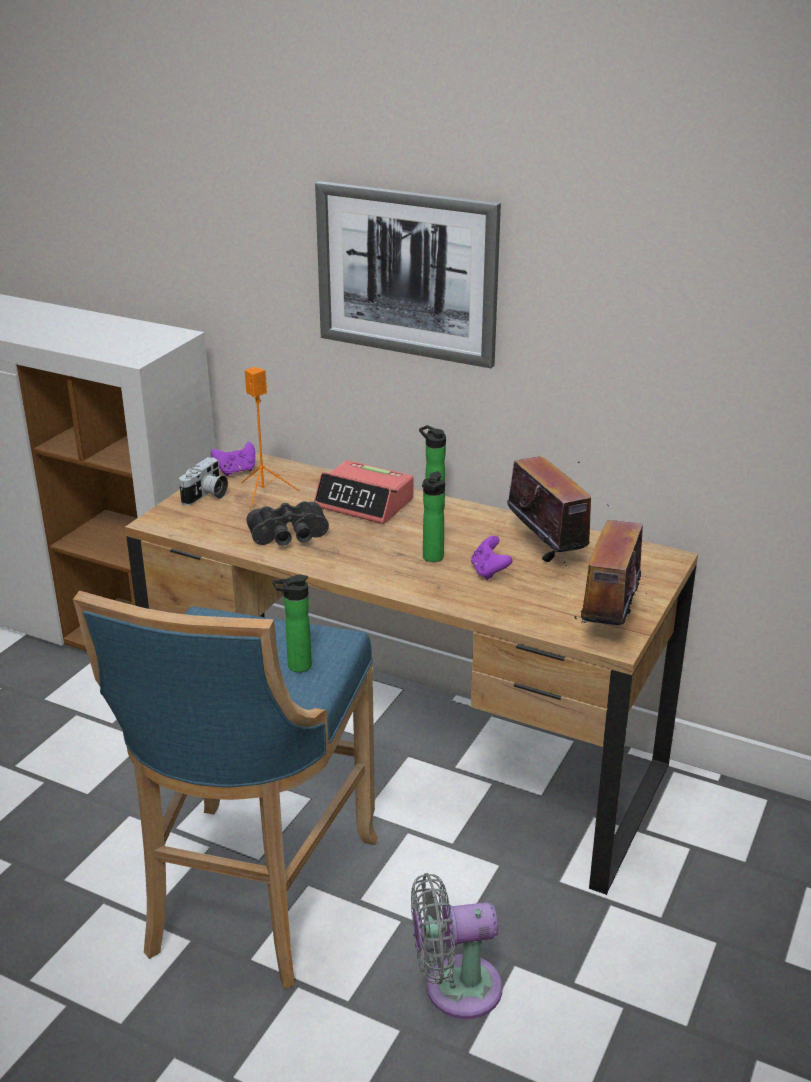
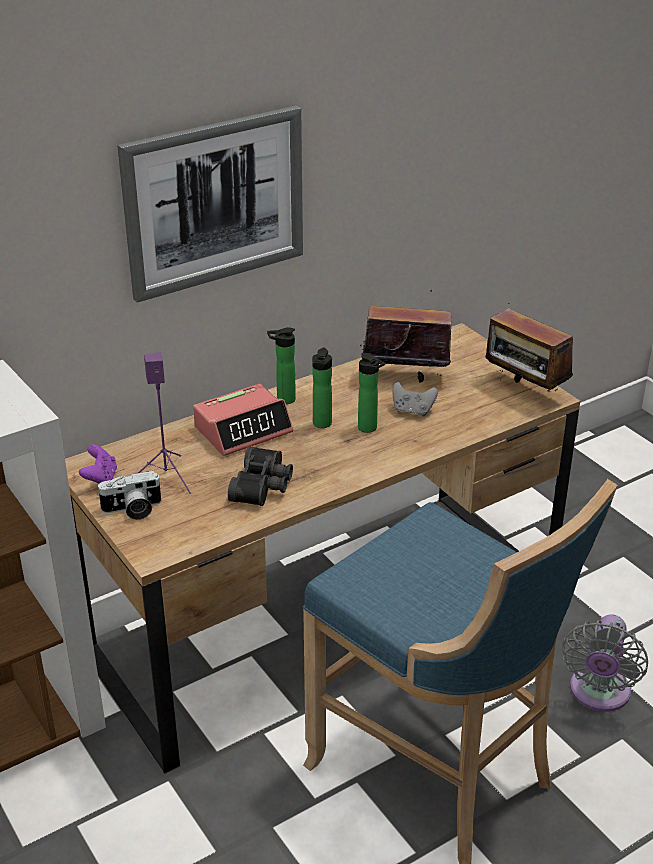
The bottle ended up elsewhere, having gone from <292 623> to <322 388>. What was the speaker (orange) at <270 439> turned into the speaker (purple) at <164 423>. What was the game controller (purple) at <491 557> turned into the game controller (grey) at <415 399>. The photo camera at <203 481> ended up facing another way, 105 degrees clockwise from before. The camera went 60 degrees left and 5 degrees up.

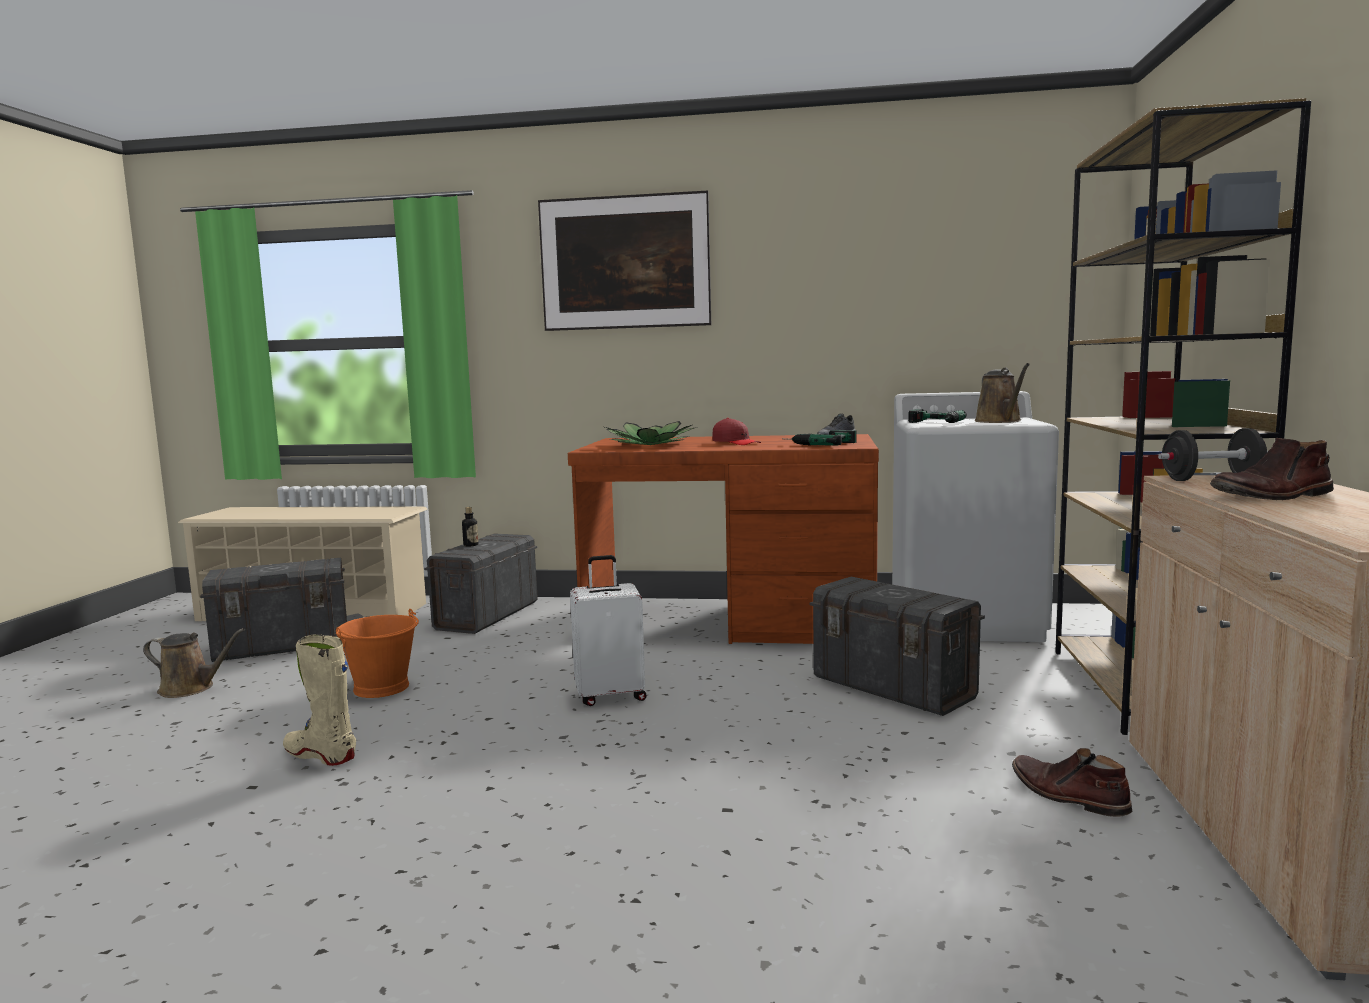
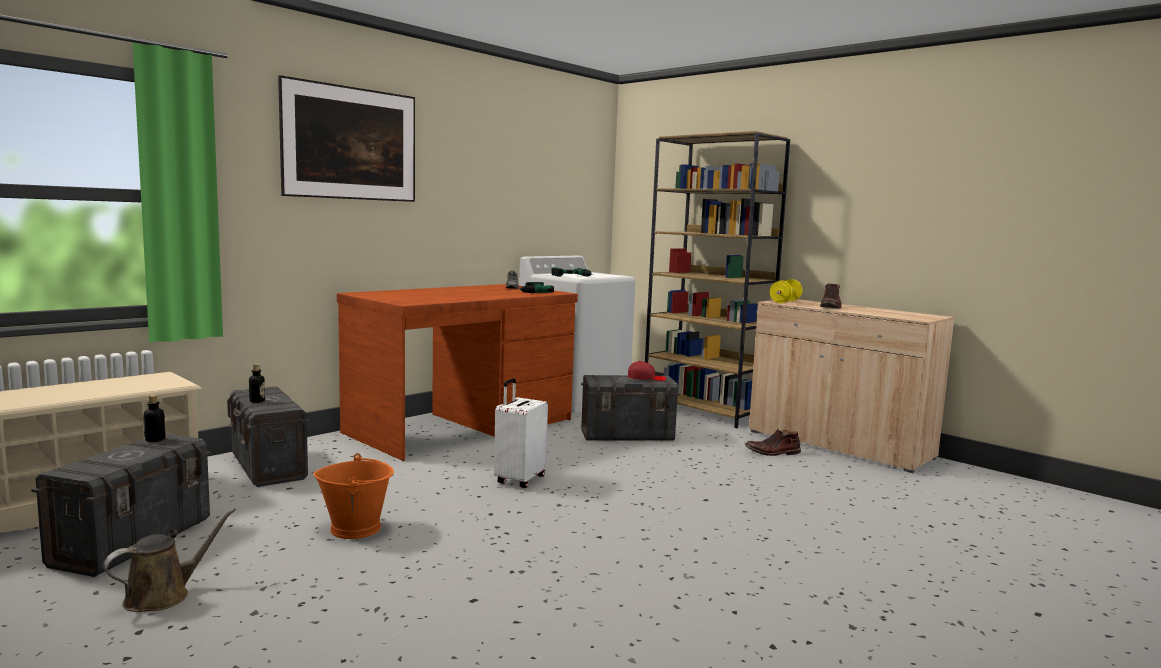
The second view lost the boot (beige) at <319 700>. The second view lost the potted plant at <650 433>. The second view lost the watering can (brown) at <1002 393>. The second view gained the bottle at <154 418>. The cap (red) ended up elsewhere, having gone from <736 431> to <647 371>. What was the dumbbell (black) at <1213 454> turned into the dumbbell (yellow) at <786 291>. The camera went 55 degrees left and 0 degrees up.

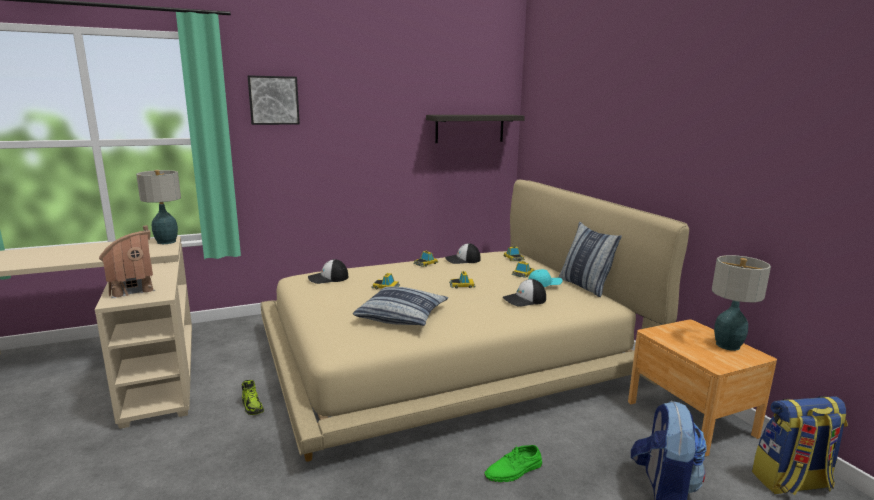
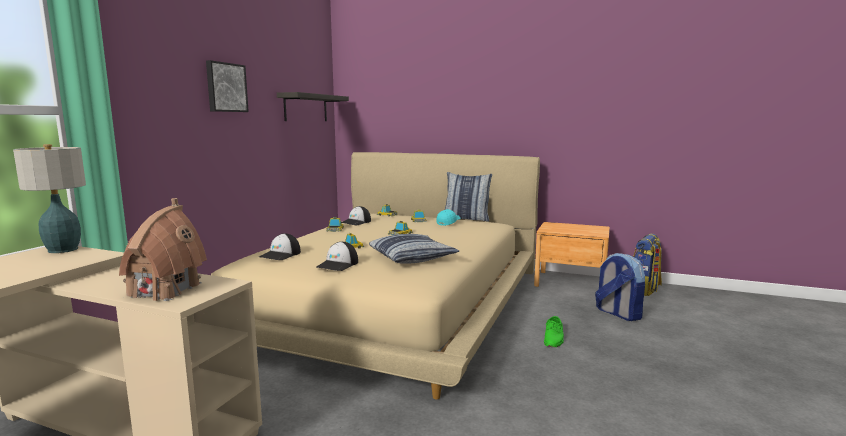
The second view lost the shoe at <253 397>. The second view lost the table lamp at <741 303>. The picture ended up elsewhere, having gone from <274 100> to <227 86>. The cap ended up elsewhere, having gone from <524 293> to <337 256>. The camera went 45 degrees left and 5 degrees down.

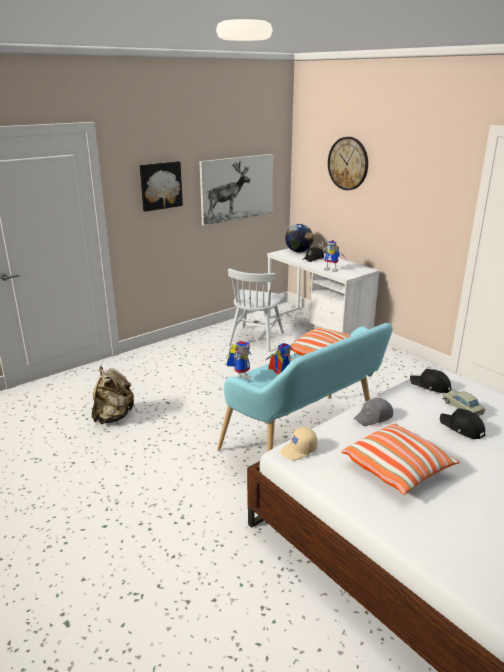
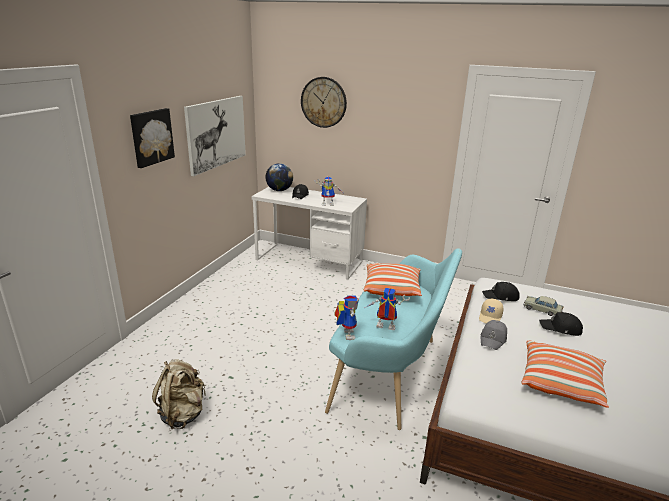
The second view lost the chair (white) at <256 310>. The cap (beige) ended up elsewhere, having gone from <299 443> to <491 311>. The camera went 30 degrees left and 0 degrees up.

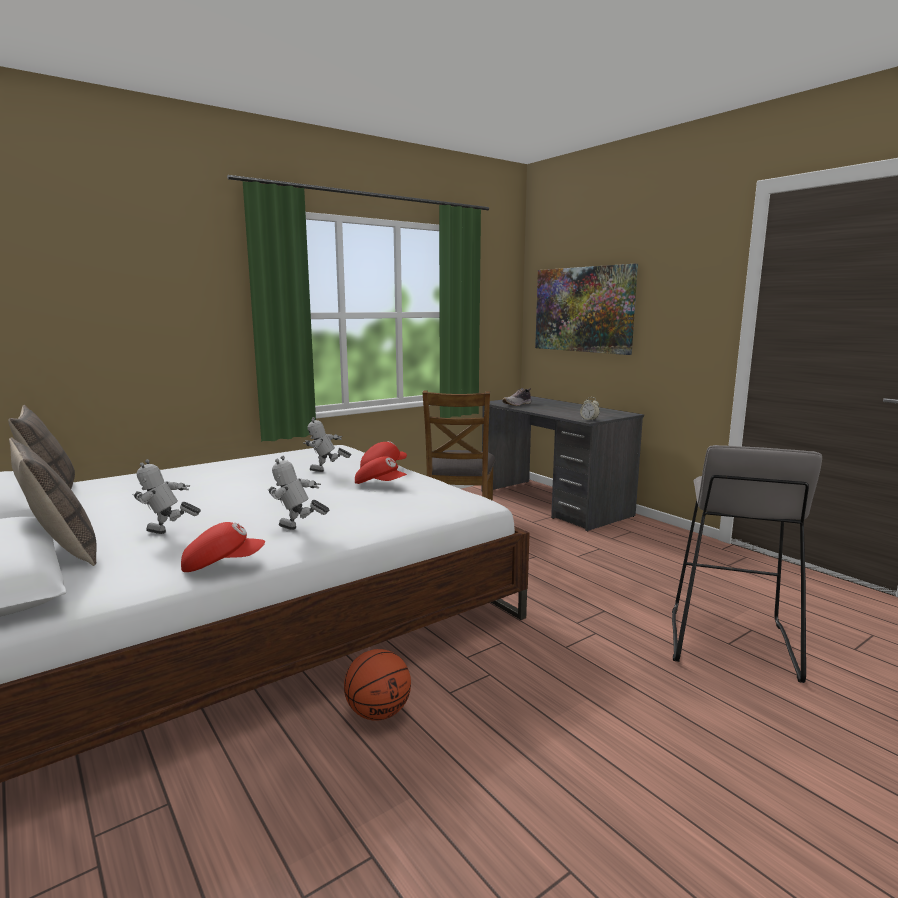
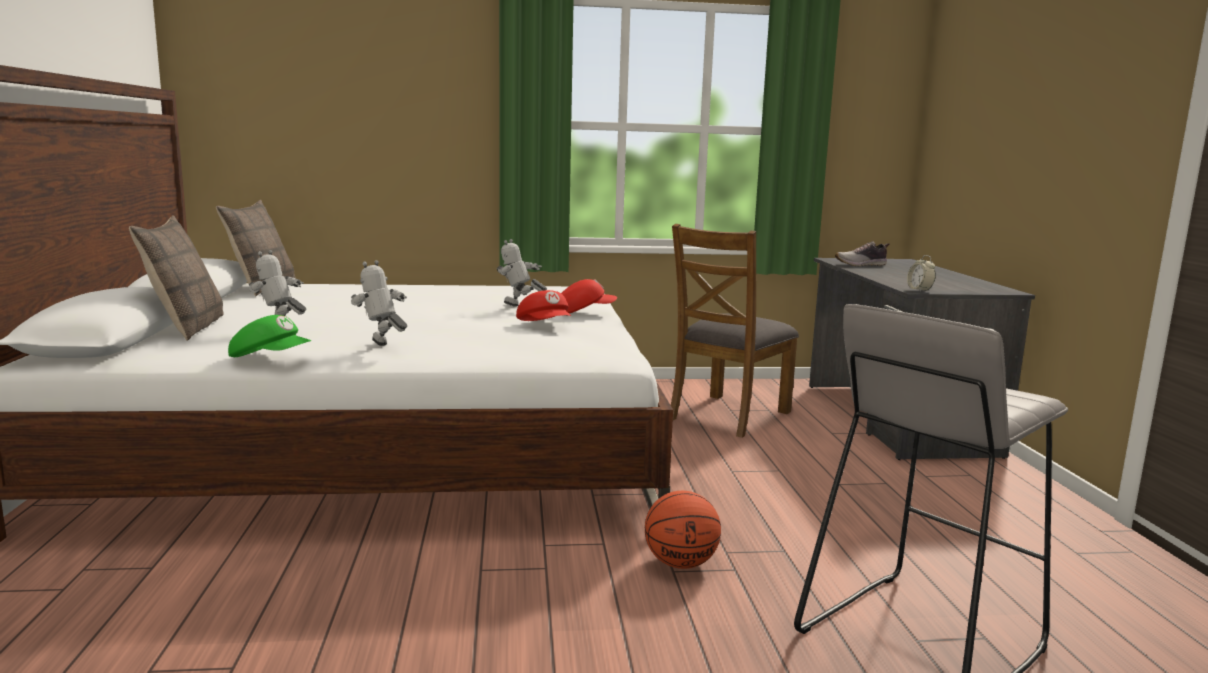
The second view lost the picture at <586 309>. The basketball ended up elsewhere, having gone from <377 685> to <683 530>. What was the cap (red) at <223 547> turned into the cap (green) at <269 336>. The camera went 30 degrees right and 0 degrees up.

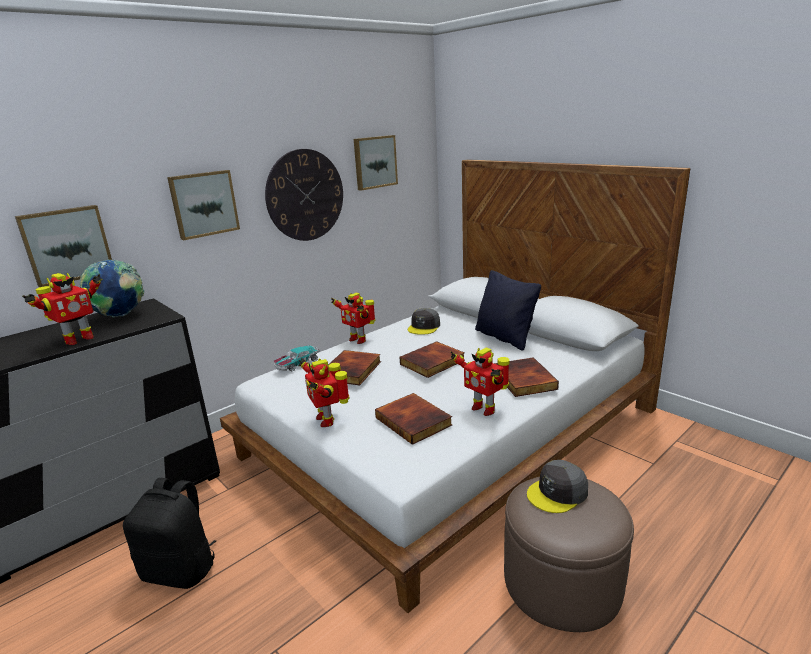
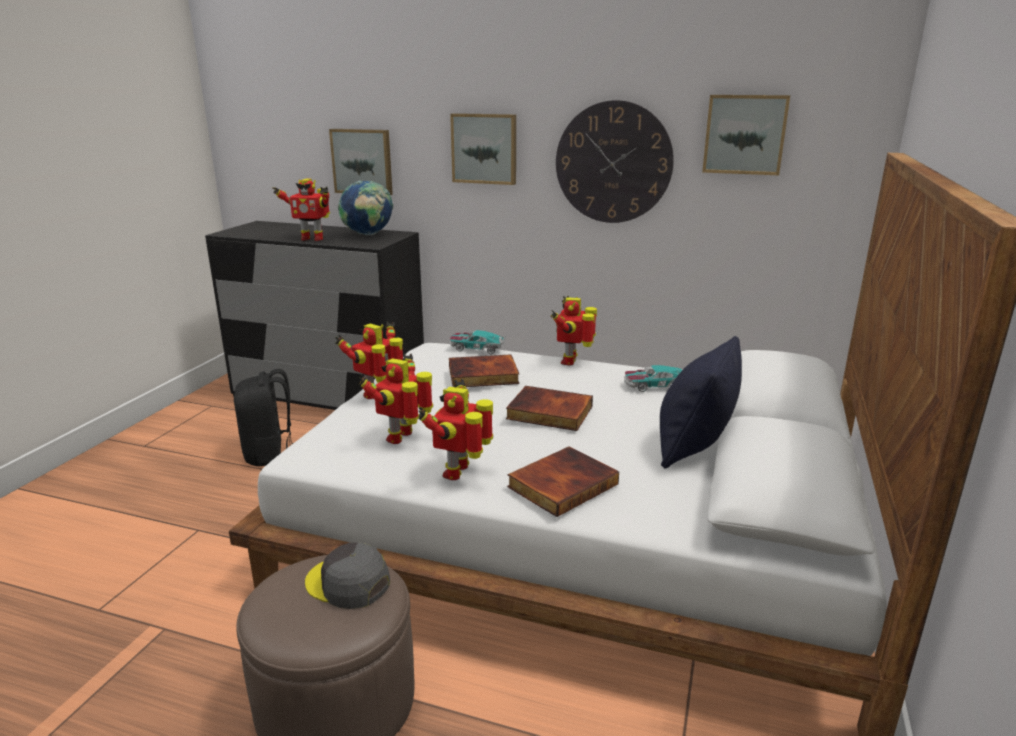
Where the book stood at <413 419>, the toy robot came to stand at <395 399>. Where the cap (grey) stood at <424 321>, the toy car came to stand at <653 378>. The camera went 60 degrees right and 0 degrees up.

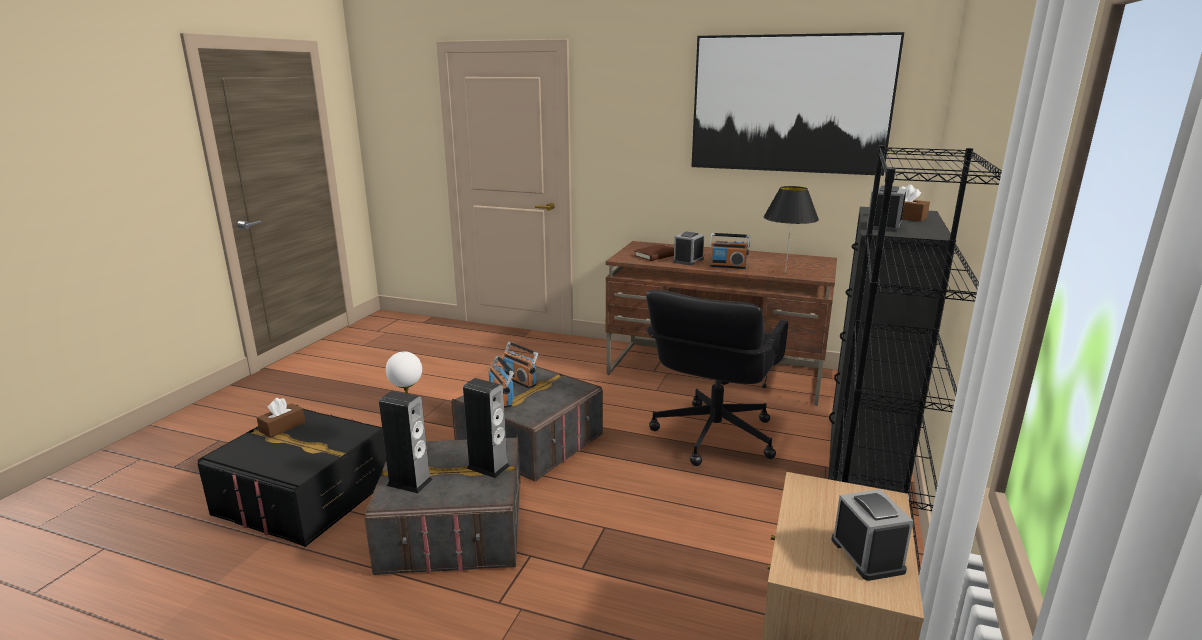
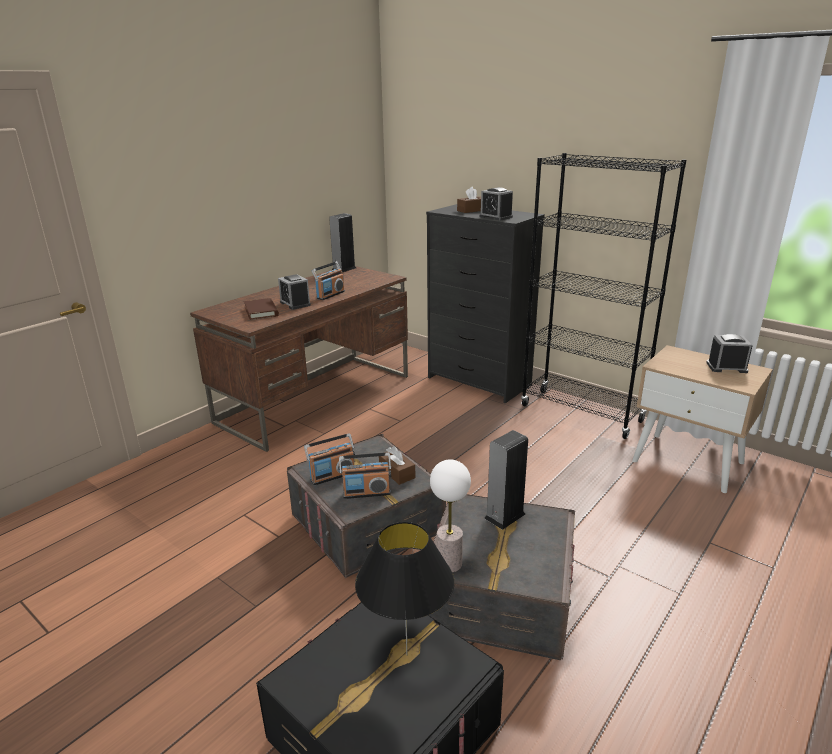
The second view lost the office chair (black) at <717 378>. The second view lost the picture at <797 104>. The tissue box (brown) ended up elsewhere, having gone from <281 418> to <397 465>. The speaker ended up elsewhere, having gone from <406 442> to <342 242>. The table lamp (black) ended up elsewhere, having gone from <791 229> to <404 589>. The camera went 70 degrees left and 5 degrees up.

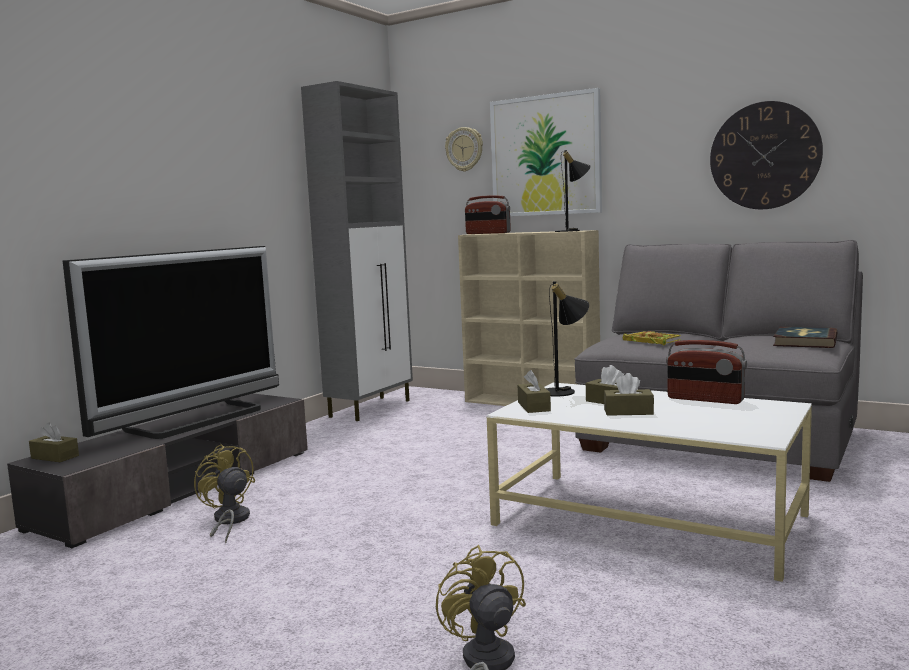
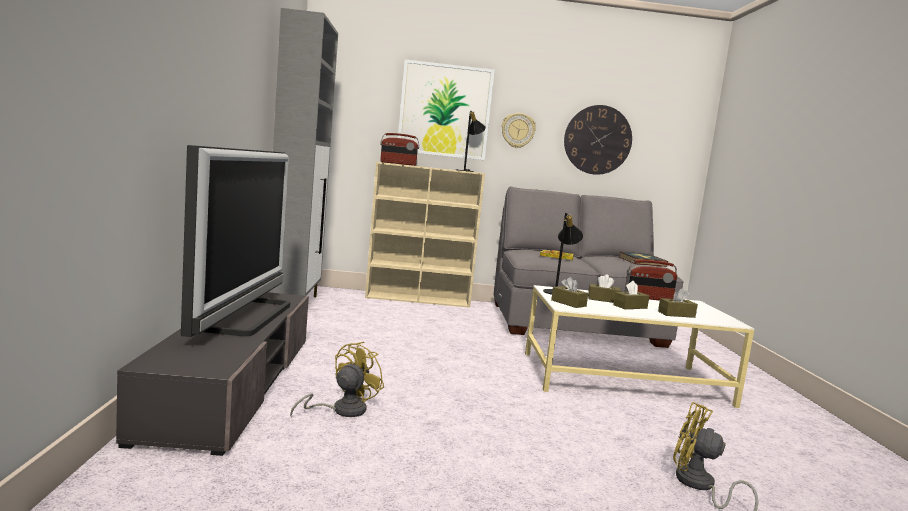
The tissue box (brown) ended up elsewhere, having gone from <54 442> to <678 303>. The wall clock ended up elsewhere, having gone from <464 149> to <518 130>. The fan (yellow) at <224 493> ended up facing another way, 105 degrees clockwise from before. The camera went 35 degrees left and 0 degrees up.

